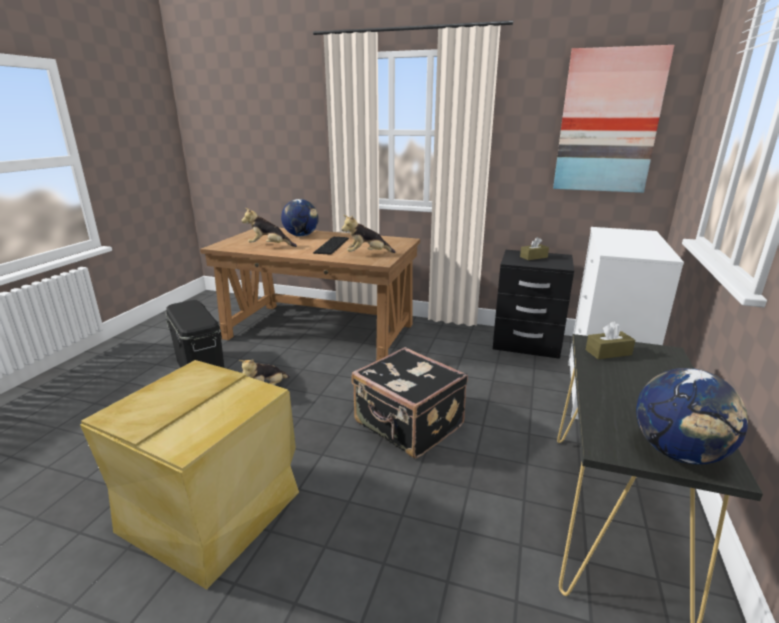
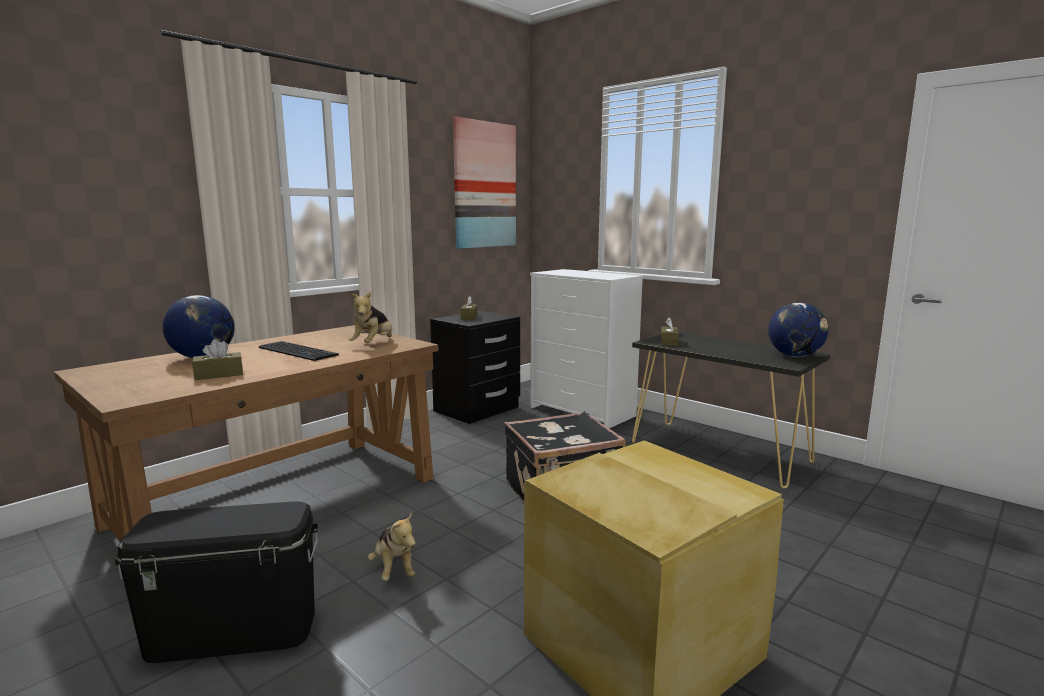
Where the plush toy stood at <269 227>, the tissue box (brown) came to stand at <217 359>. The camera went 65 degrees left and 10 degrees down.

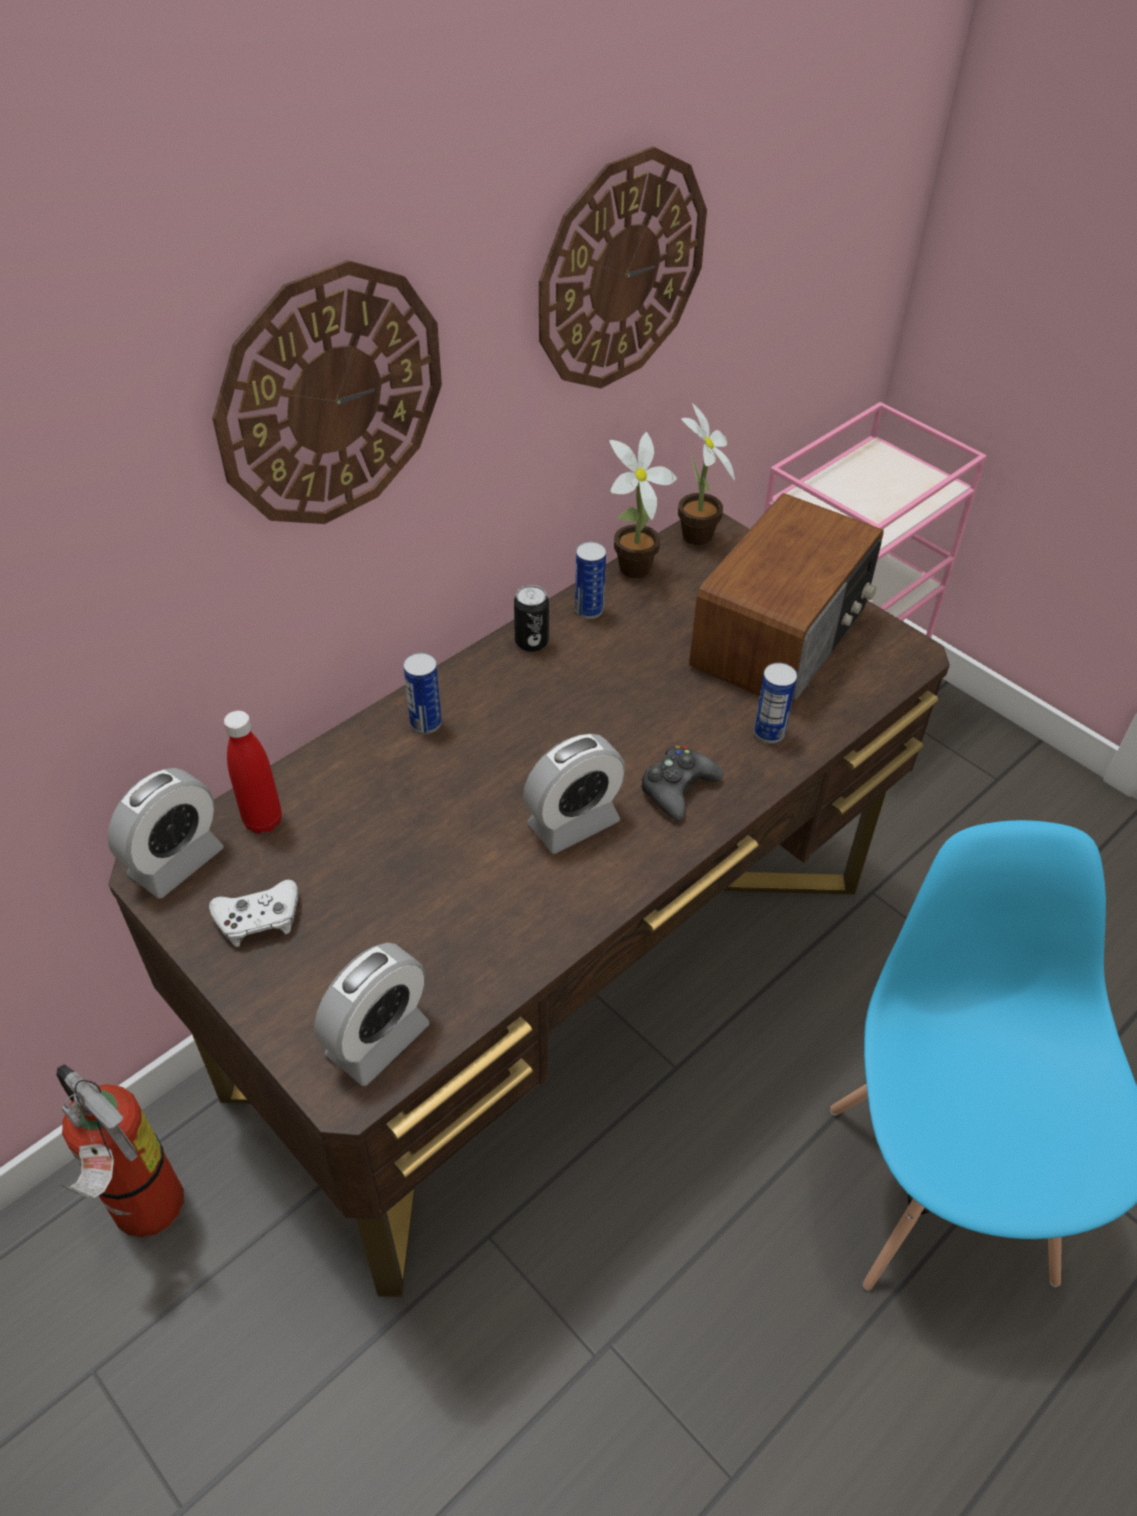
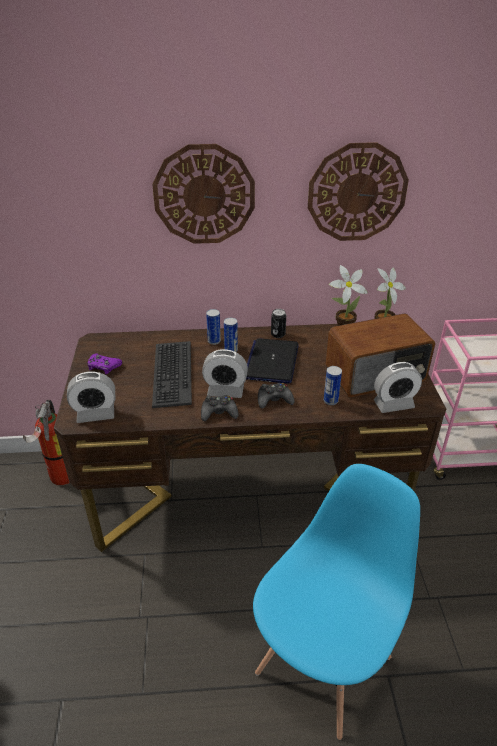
The second view lost the bottle (red) at <253 772>. The second view gained the keyboard at <172 374>. The second view gained the game controller (black) at <219 408>. The second view gained the laptop at <272 361>. The alarm clock ended up elsewhere, having gone from <166 833> to <398 387>. The can ended up elsewhere, having gone from <590 580> to <231 335>. What was the game controller (white) at <253 913> turned into the game controller (purple) at <104 363>. The camera went 40 degrees right and 10 degrees down.

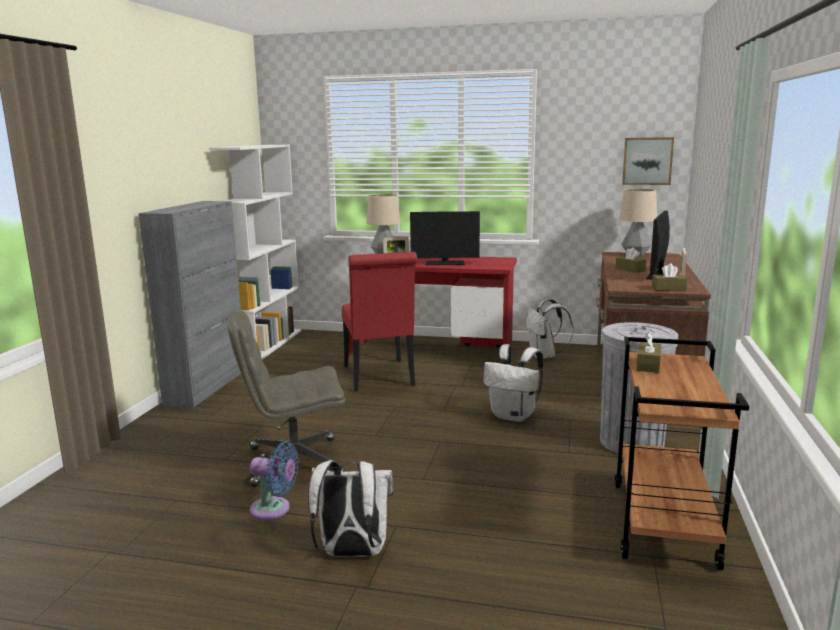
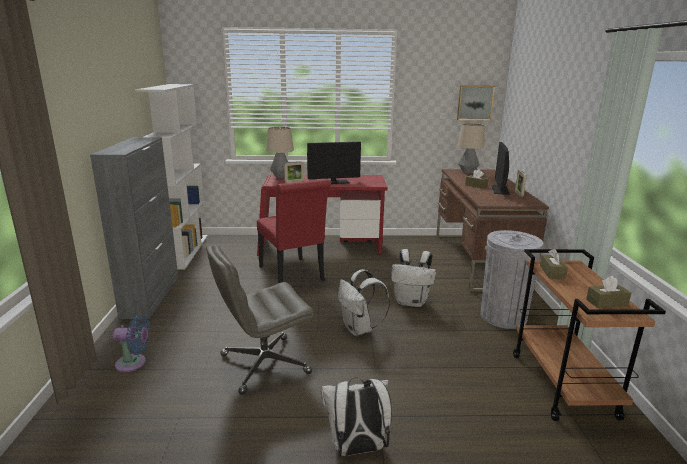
The fan (blue) ended up elsewhere, having gone from <274 481> to <131 343>. The backpack (white) ended up elsewhere, having gone from <549 329> to <364 302>. The tissue box (brown) ended up elsewhere, having gone from <670 277> to <608 292>. The camera went 15 degrees left and 5 degrees up.

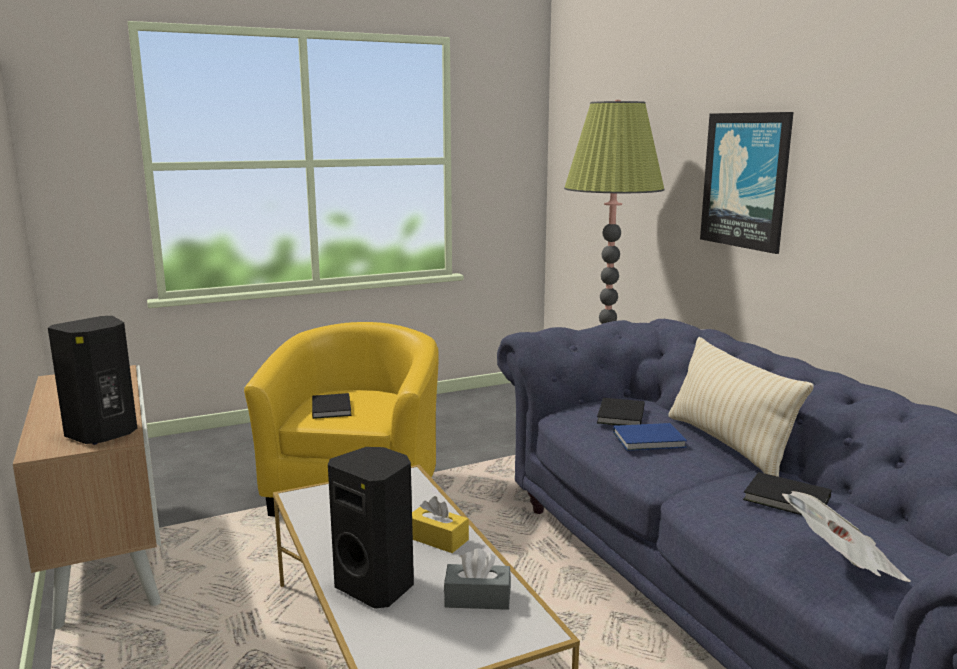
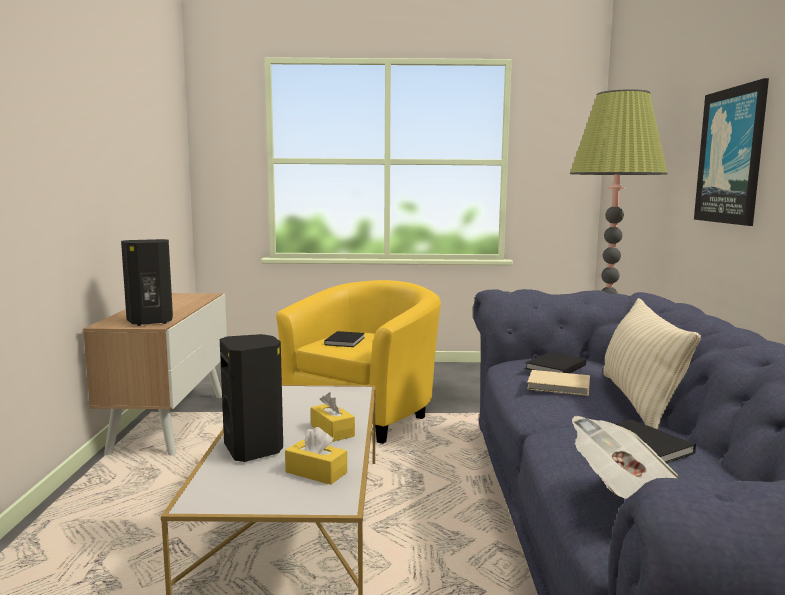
What was the tissue box (grey) at <477 579> turned into the tissue box (yellow) at <316 456>. What was the book (blue) at <650 437> turned into the book (beige) at <558 383>. The camera went 25 degrees right and 5 degrees down.

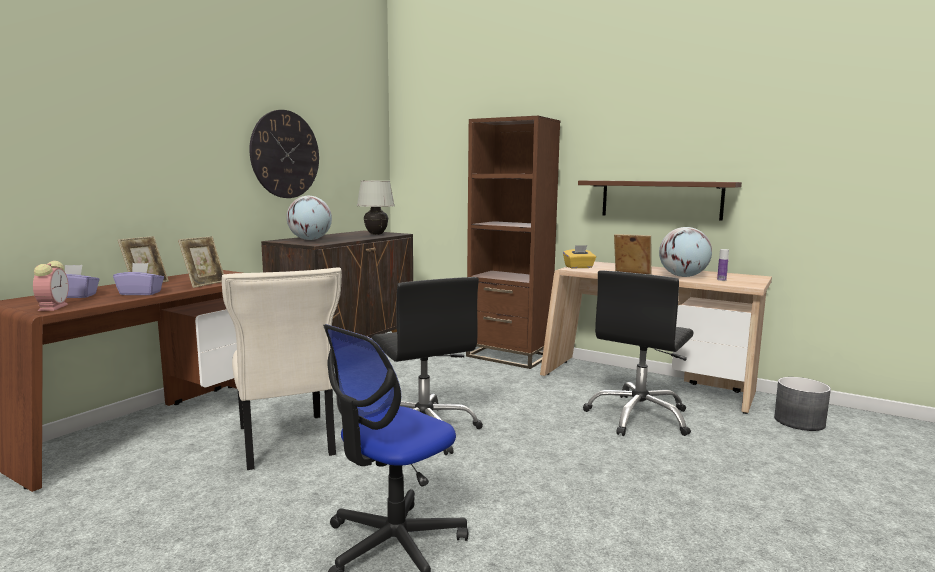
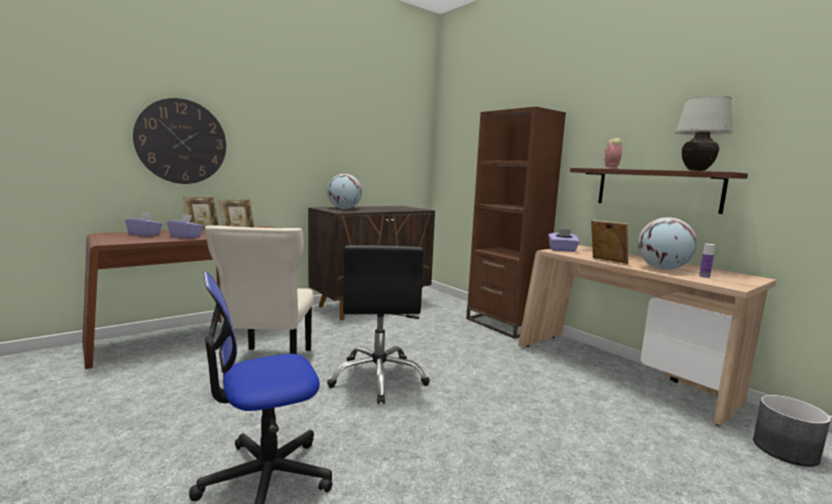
The second view lost the office chair (black) at <638 353>. The alarm clock ended up elsewhere, having gone from <51 286> to <613 153>. The wall clock ended up elsewhere, having gone from <284 154> to <179 141>. The table lamp (white) ended up elsewhere, having gone from <376 208> to <704 133>. What was the tissue box (yellow) at <579 257> turned into the tissue box (purple) at <564 240>. The camera went 20 degrees right and 0 degrees up.

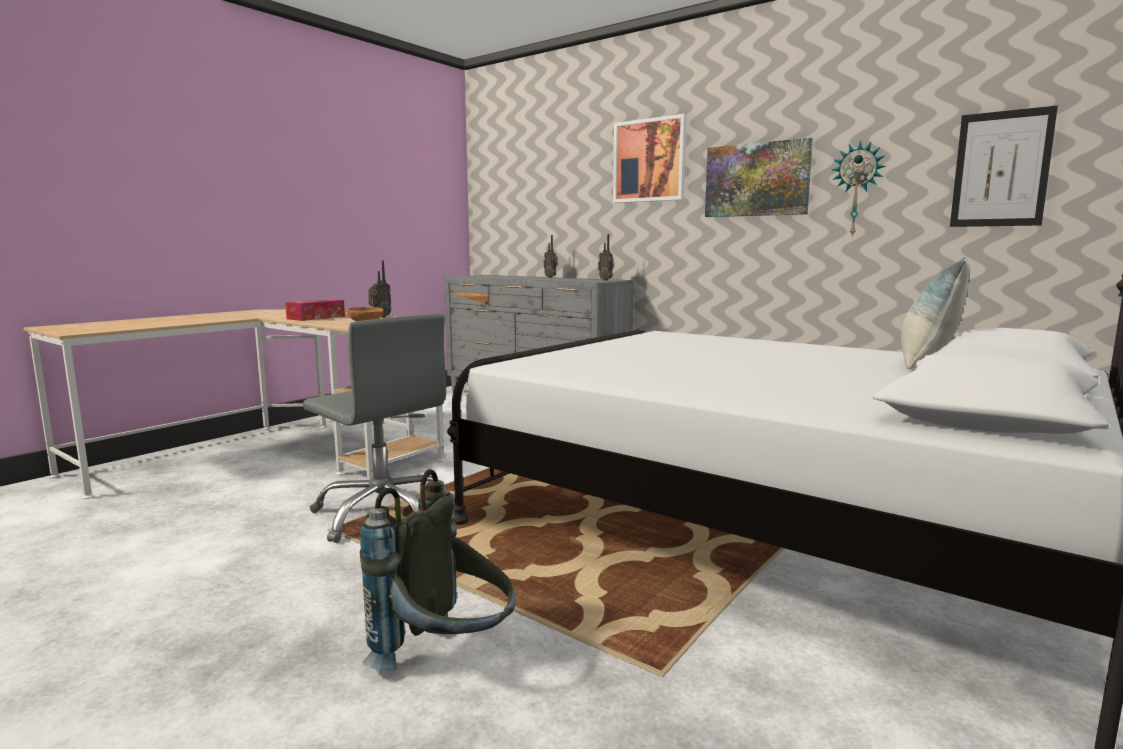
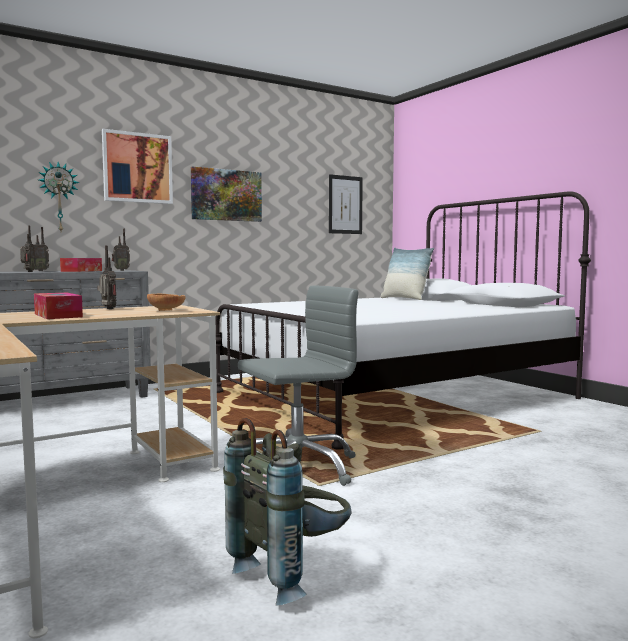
The second view gained the radio at <27 248>. The second view gained the tissue box at <81 265>. The backpack (grey) ended up elsewhere, having gone from <437 570> to <287 511>. The wall clock ended up elsewhere, having gone from <859 188> to <59 196>. The camera went 70 degrees left and 5 degrees down.

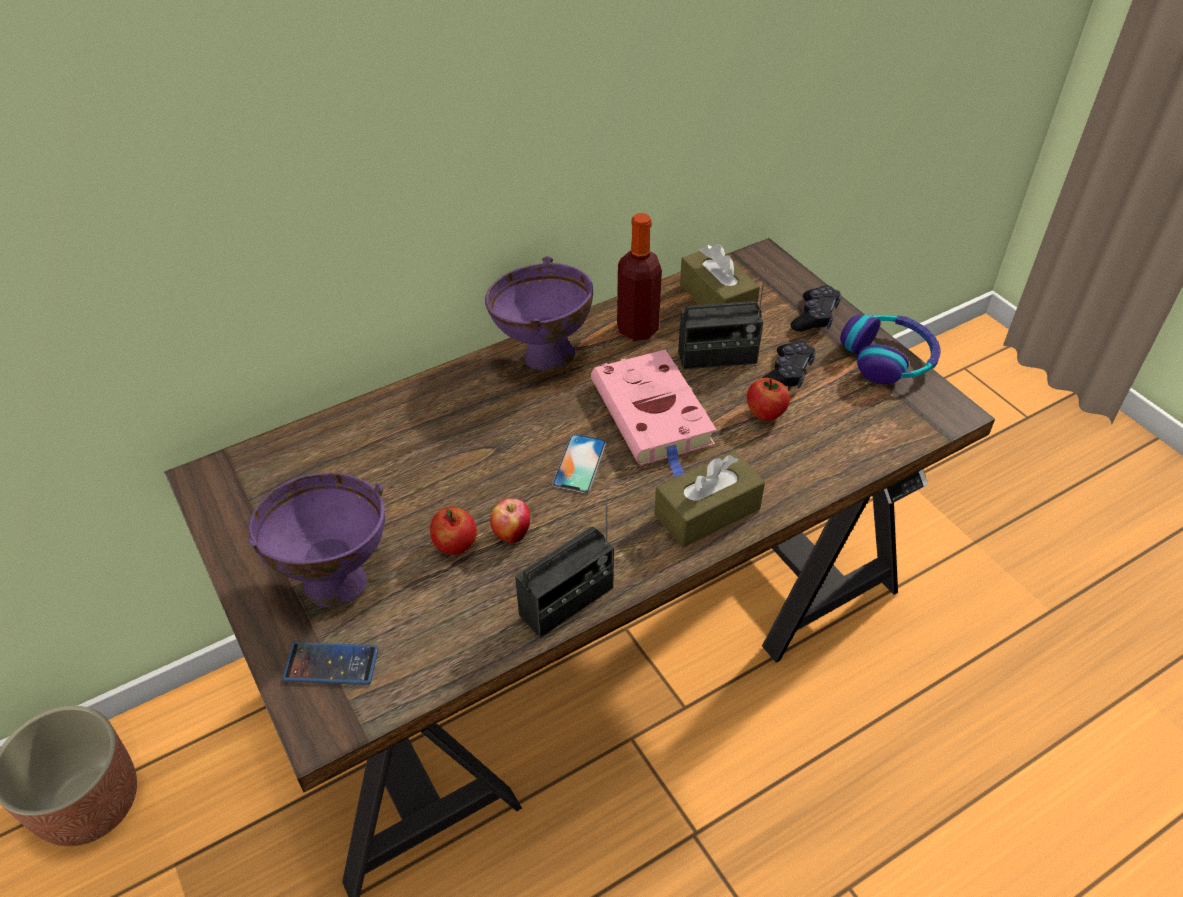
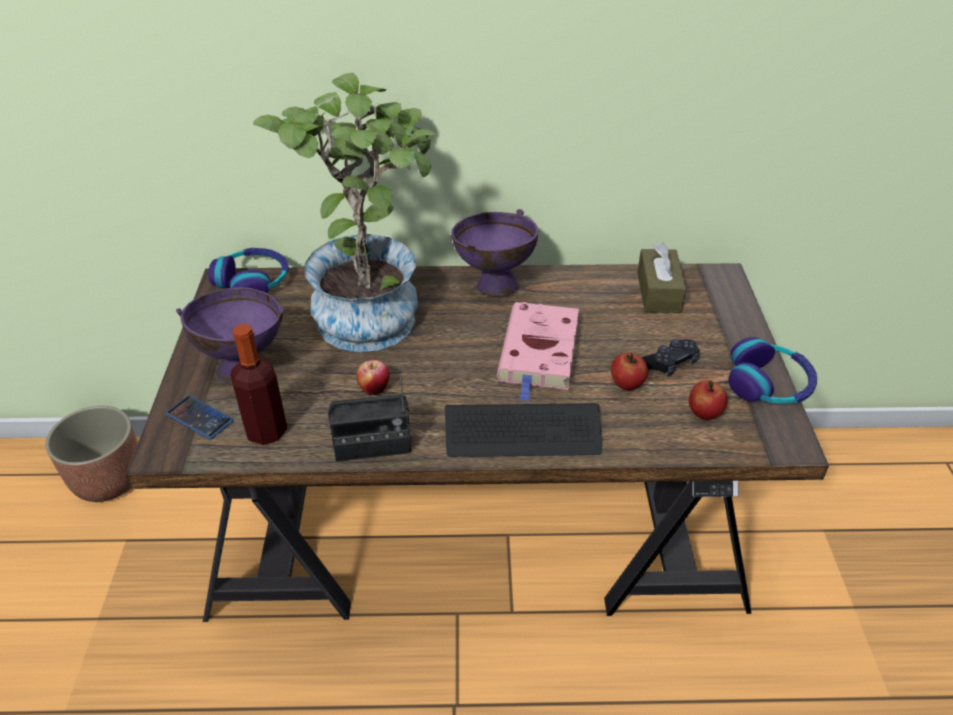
The second view lost the phone at <579 463>. The second view lost the radio at <722 319>. The second view lost the game controller (black) at <816 308>. The second view gained the headphones at <248 270>. The second view gained the potted plant at <345 212>. The apple ended up elsewhere, having gone from <453 531> to <708 400>. The bottle ended up elsewhere, having gone from <639 277> to <259 384>. Where the tissue box (brown) stood at <709 499>, the keyboard came to stand at <523 430>. The camera went 30 degrees right and 5 degrees down.

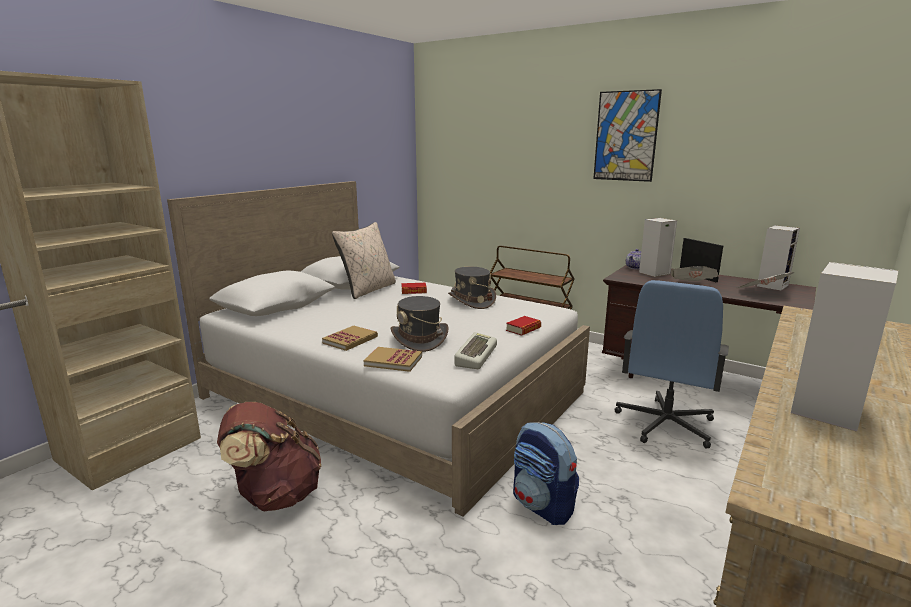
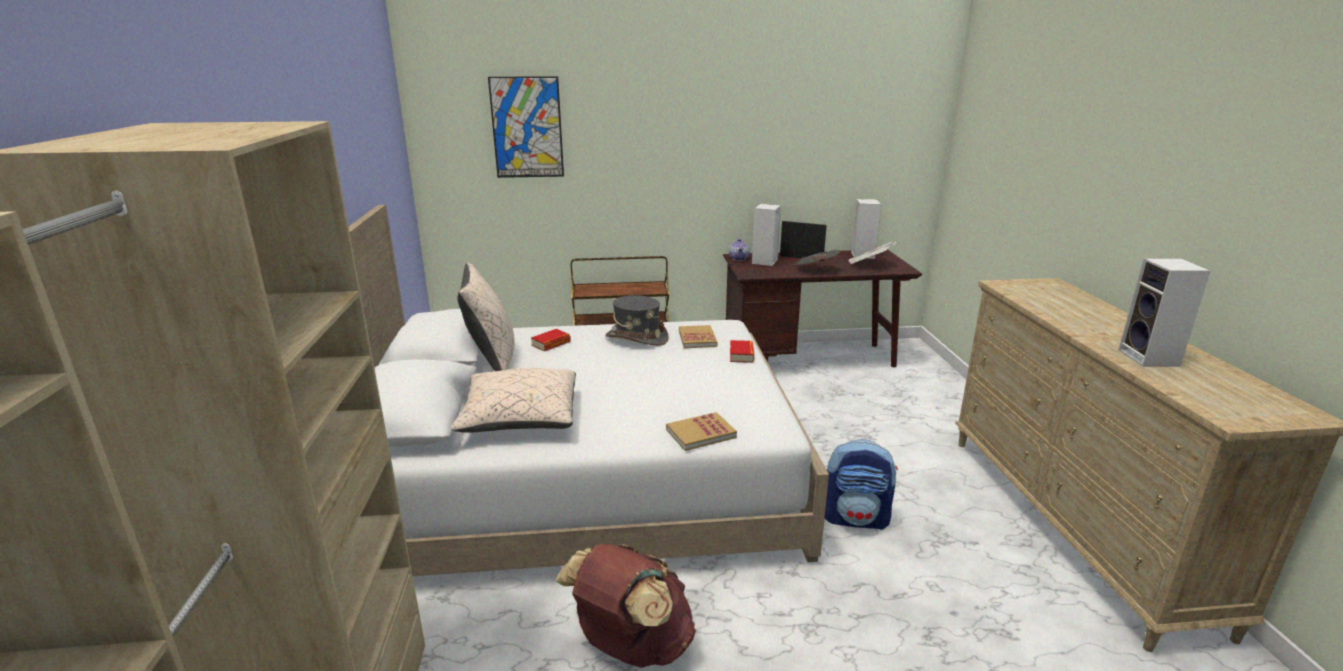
The second view lost the hat (grey) at <420 324>. The second view lost the keyboard at <475 350>. The second view lost the office chair (blue) at <672 364>. The second view gained the pillow (beige) at <513 400>. The book ended up elsewhere, having gone from <350 338> to <698 336>. The picture ended up elsewhere, having gone from <627 135> to <526 127>. The camera went 40 degrees left and 5 degrees up.

